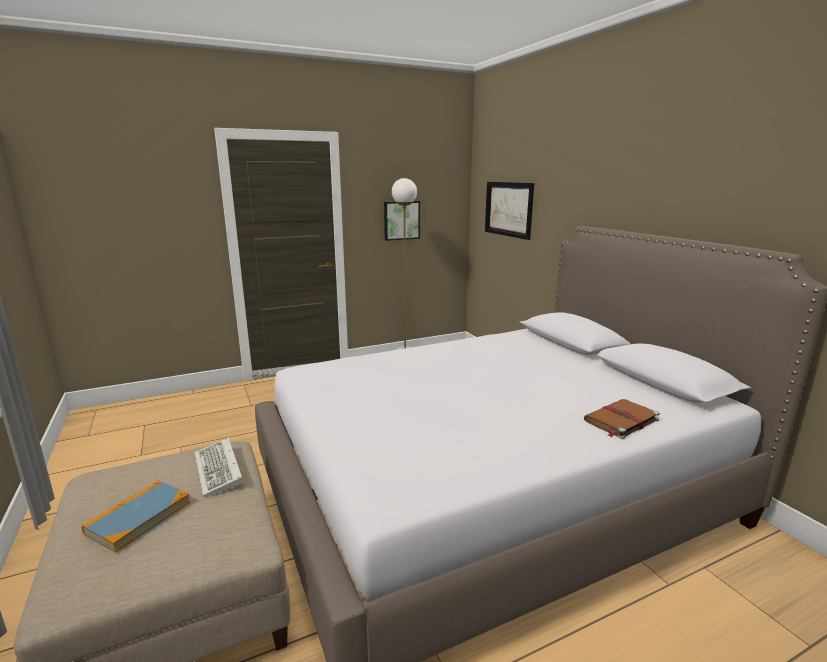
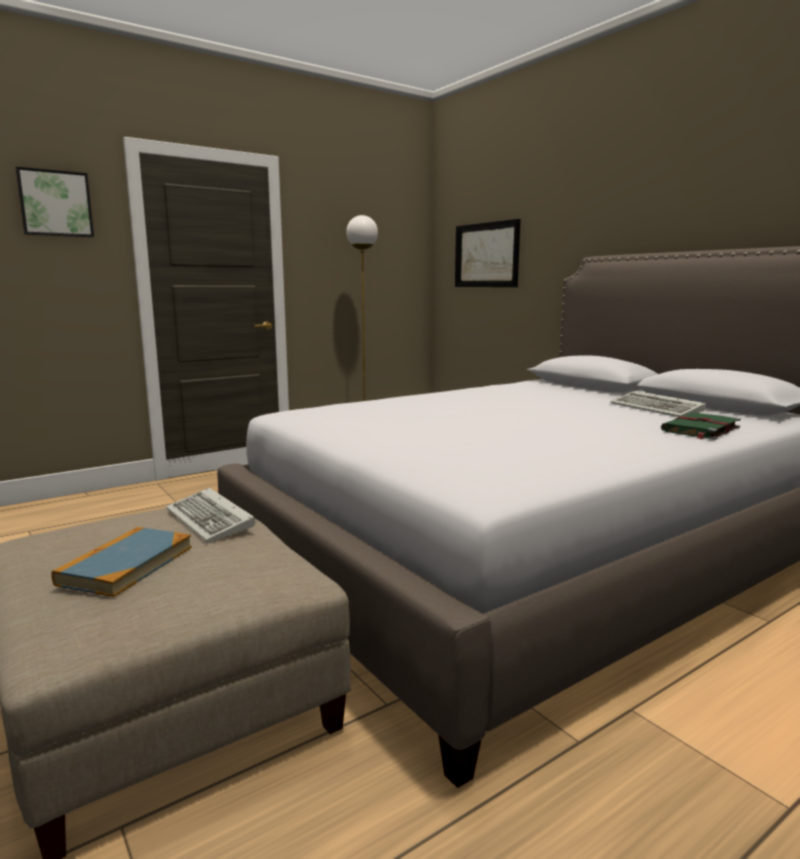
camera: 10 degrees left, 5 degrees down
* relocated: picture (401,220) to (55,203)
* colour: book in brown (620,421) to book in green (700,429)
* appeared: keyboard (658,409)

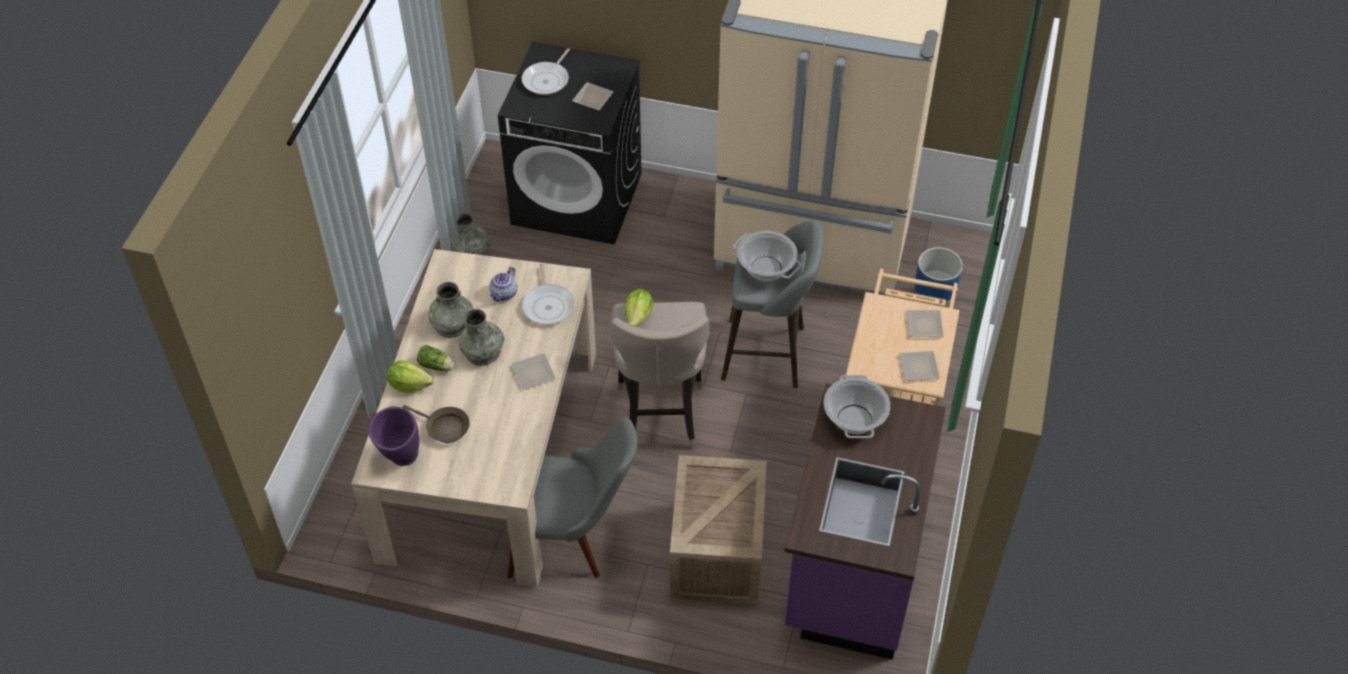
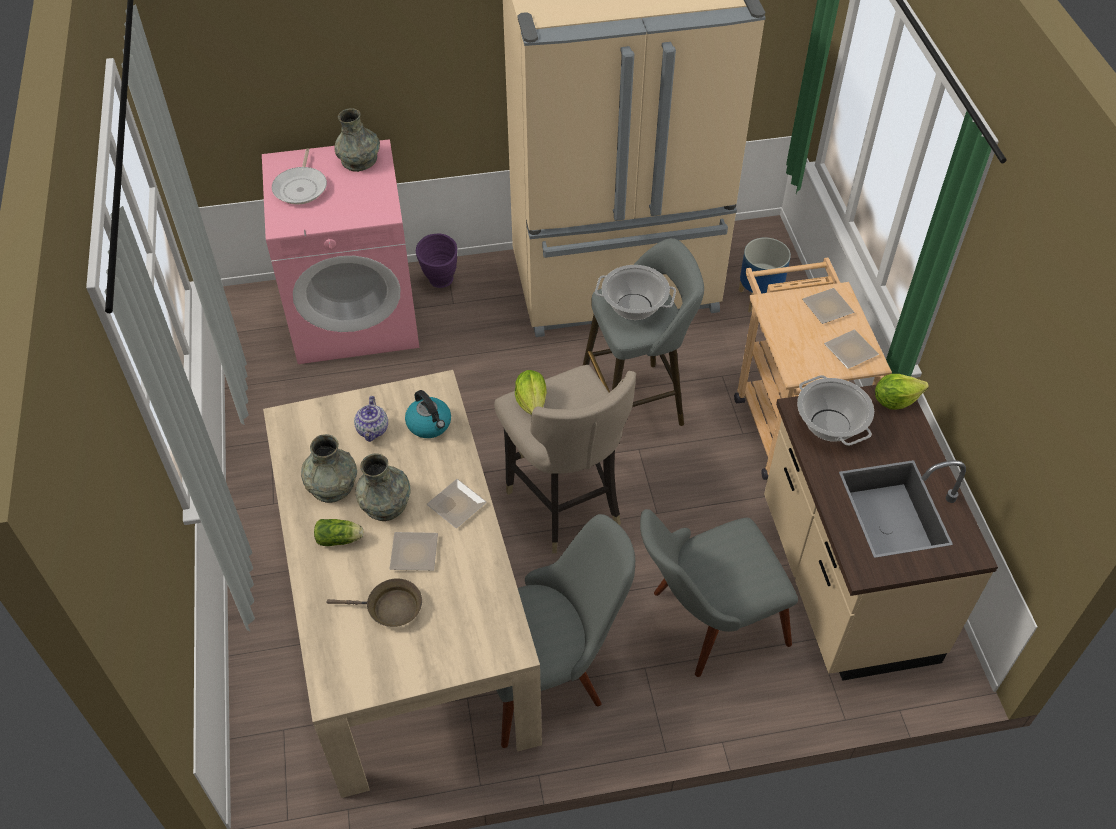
camera: 25 degrees left, 0 degrees up
* relocated: vase in purple (400,460) to (440,283)
* relocated: lettuce (409,385) to (895,400)
* relocated: vase in grey (471,251) to (359,160)
* colour: washing machine in black (578,198) to washing machine in pink (355,314)
* exchanged: frying pan (548,305) to kettle (429,424)
* relocated: plate (594,98) to (416,552)
* exchanged: crate (716,550) to chair in grey (704,623)
* colour: counter in purple (852,565) to counter in beige (844,581)

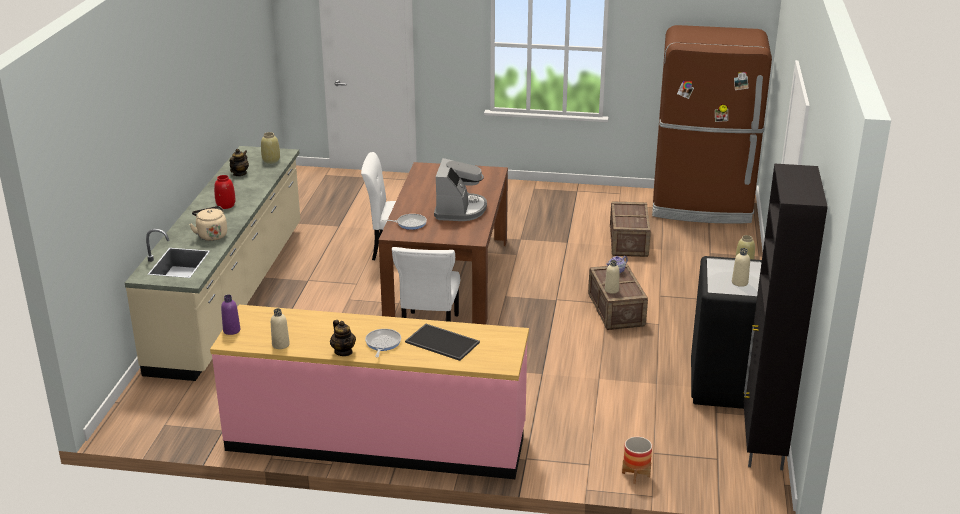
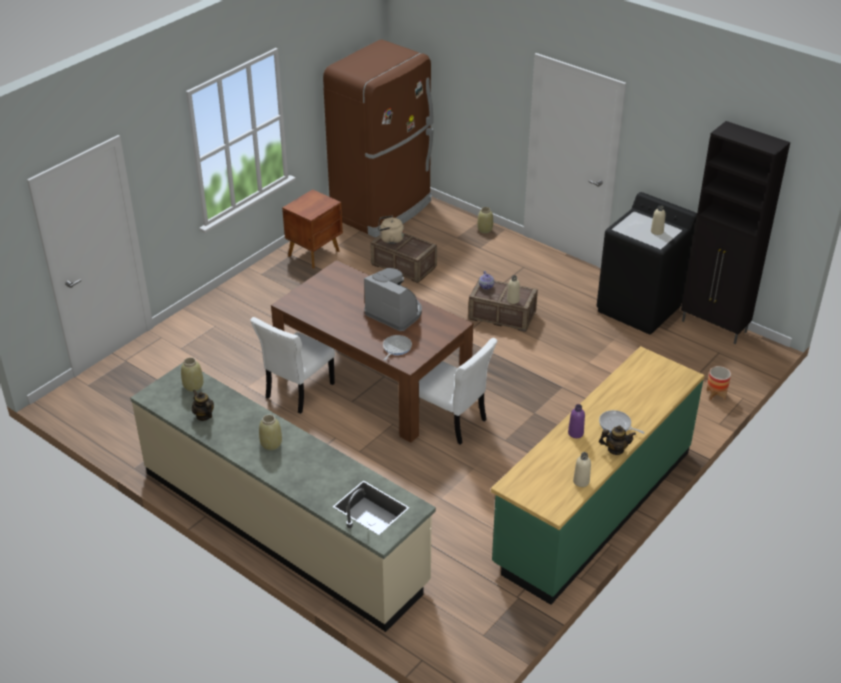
camera: 60 degrees left, 10 degrees up
* relocated: kettle in beige (211,235) to (390,239)
* colour: counter in pink (377,439) to counter in green (593,507)
* colour: vase in red (225,205) to vase in beige (271,444)
* relocated: bottle in purple (231,330) to (575,433)
* missing: tray (443,342)
* appeared: nightstand in brown (315,253)

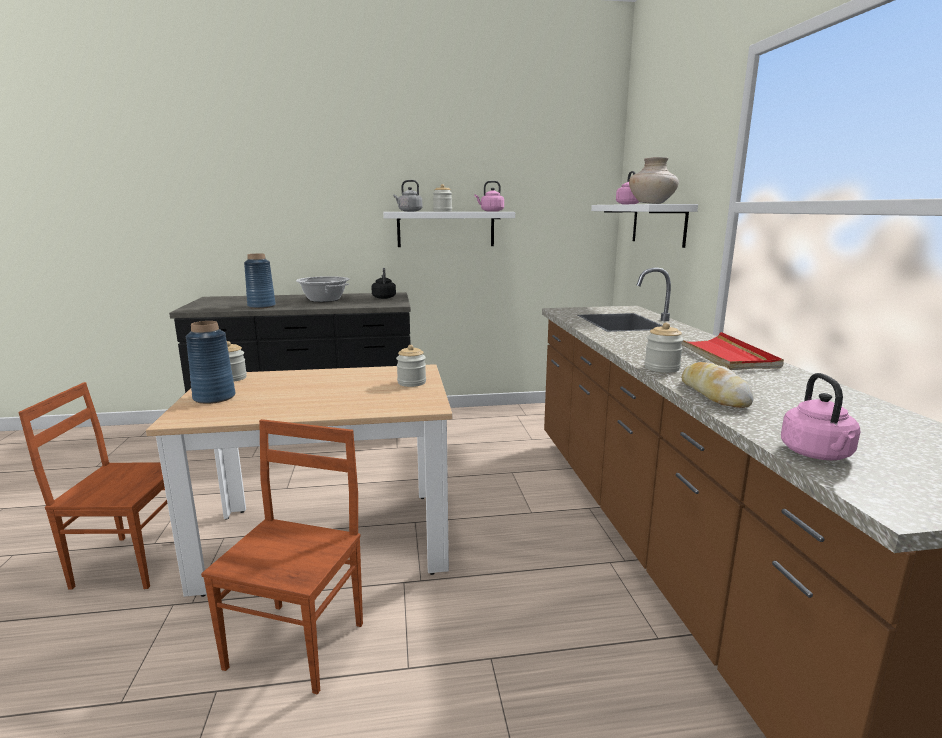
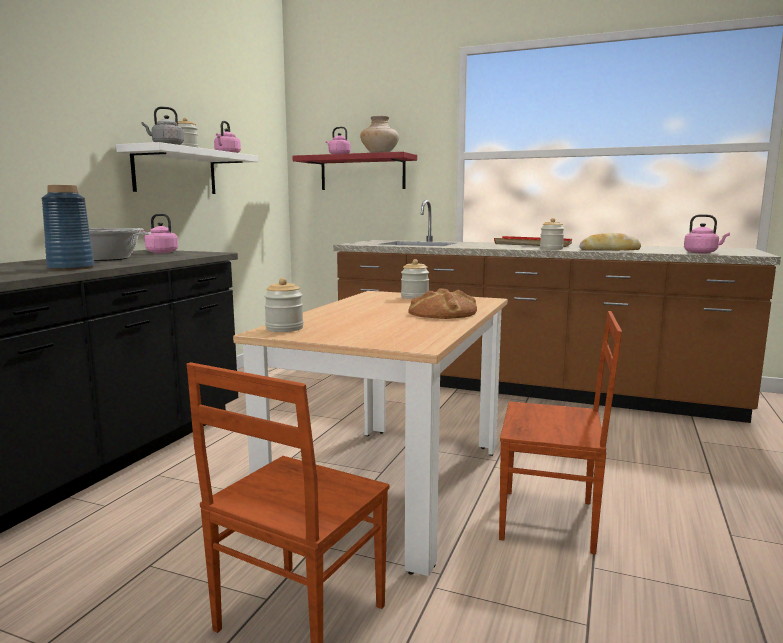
camera: 60 degrees left, 5 degrees down
* missing: vase in blue (214,397)
* spun: chair in brown (299,644) = (549,521) 150 degrees clockwise
* colour: kettle in black (384,297) to kettle in pink (160,252)
* colour: shelf in white (658,224) to shelf in red (362,173)
* appeared: bread (442,313)

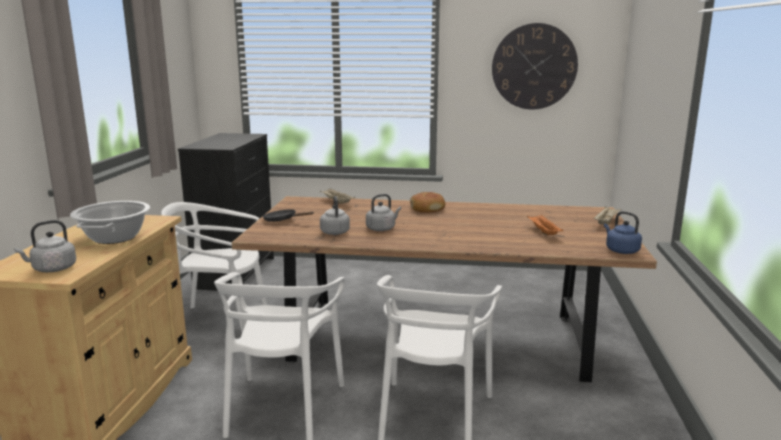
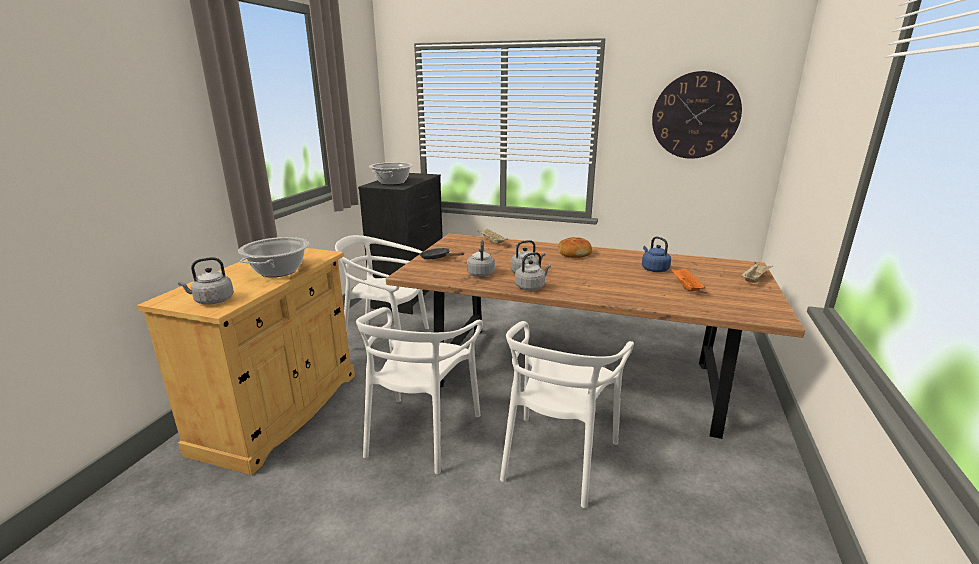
camera: 10 degrees right, 5 degrees up
* relocated: kettle in blue (620,250) to (653,269)
* appeared: cooking pot (392,182)
* appeared: kettle in grey (531,287)

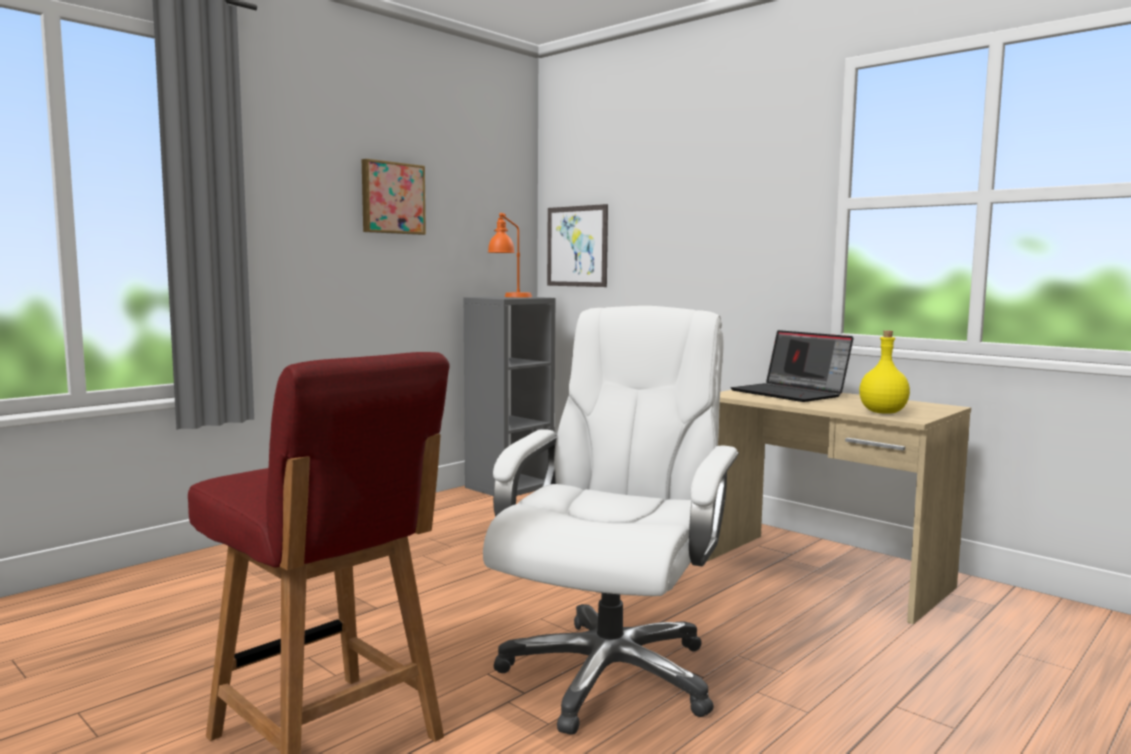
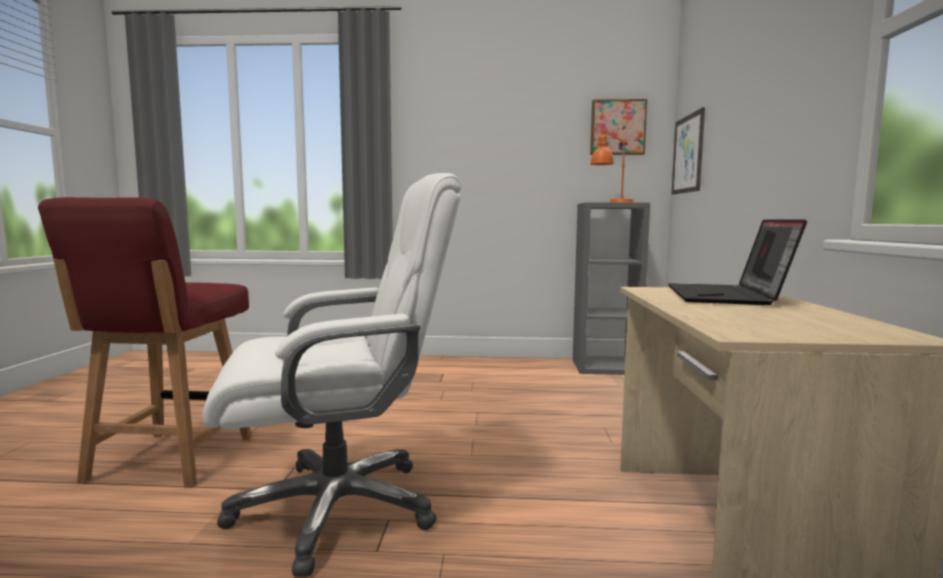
camera: 50 degrees right, 0 degrees up
* relocated: picture (392,198) to (617,127)
* missing: bottle in yellow (882,412)

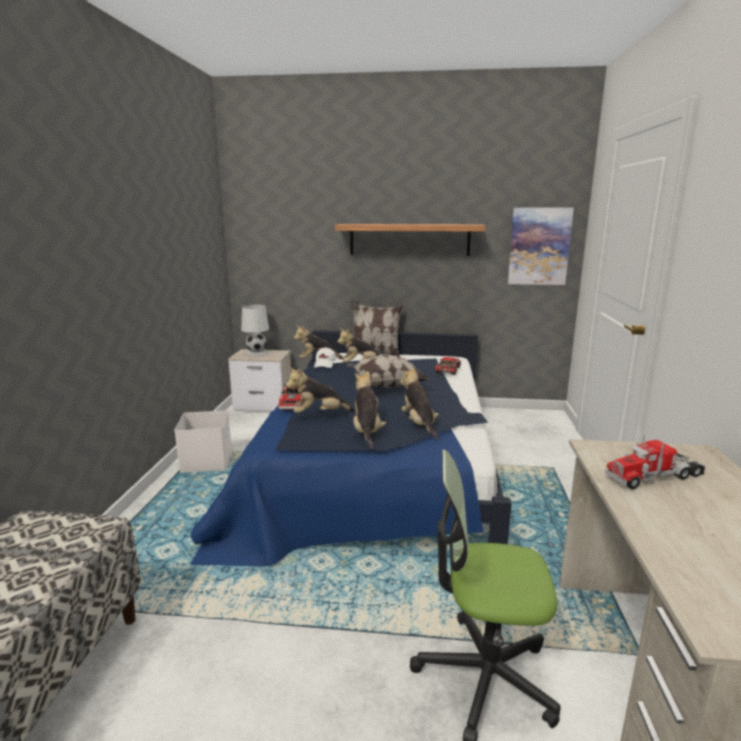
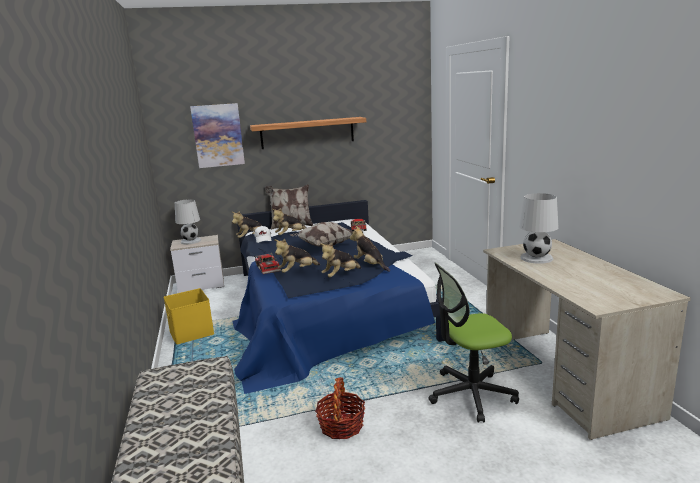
camera: 20 degrees left, 0 degrees up
* colour: storage box in white (206,461) to storage box in yellow (190,332)
* spun: plush toy (367,432) = (341,276) 105 degrees counterclockwise
* relocated: picture (539,246) to (218,135)
* exchanged: toy truck (654,476) to table lamp in white (537,258)
* appeared: basket (341,426)

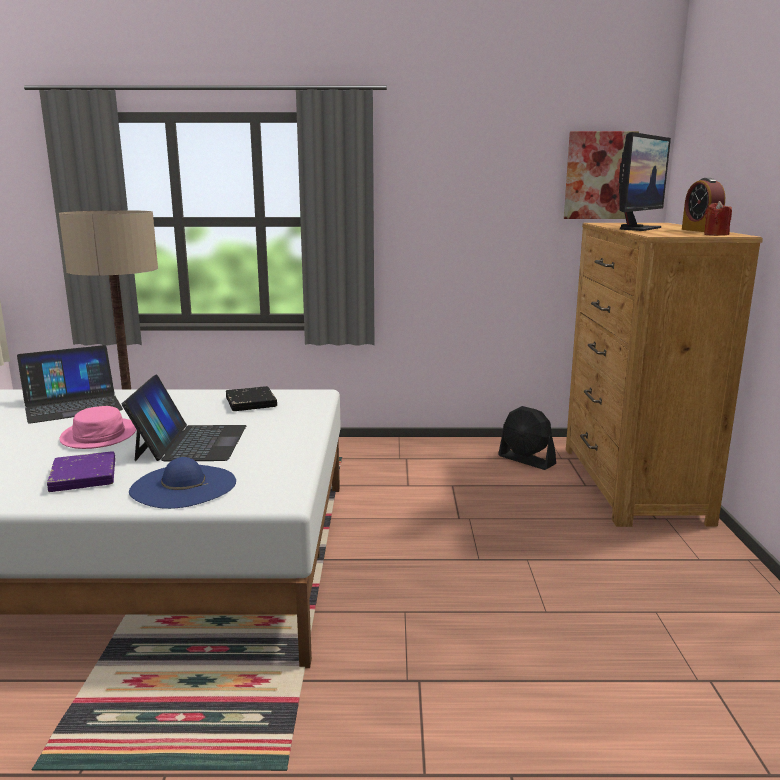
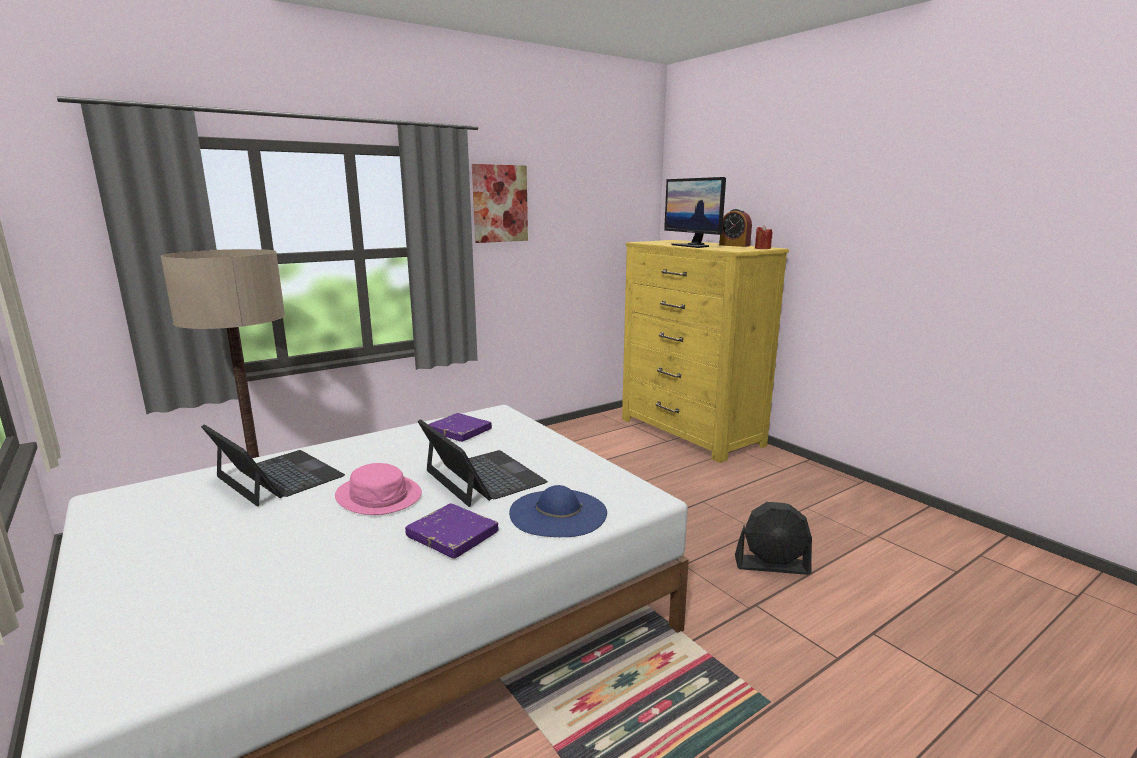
camera: 35 degrees left, 0 degrees up
* spun: laptop (72,405) = (278,477) 75 degrees counterclockwise
* colour: book in black (251,403) to book in purple (459,431)
* relocated: fan in black (526,460) to (772,565)
* relocated: picture (599,175) to (500,203)
* colour: dresser in brown (631,483) to dresser in yellow (690,432)
* spun: monitor (637,228) = (692,246) 150 degrees clockwise

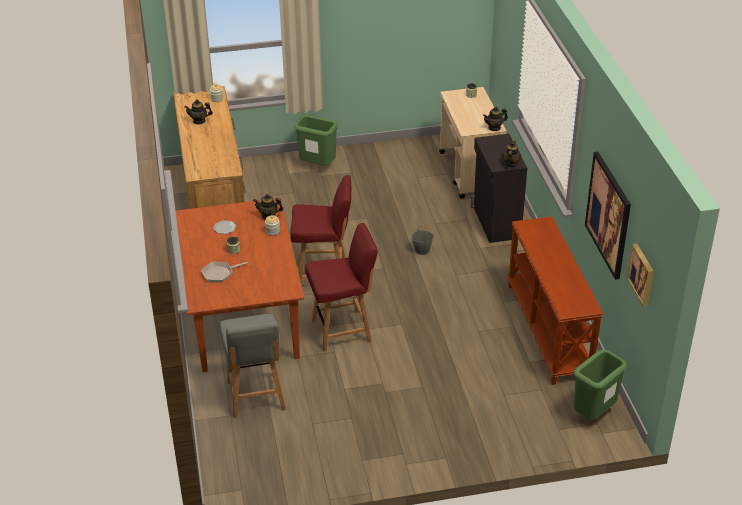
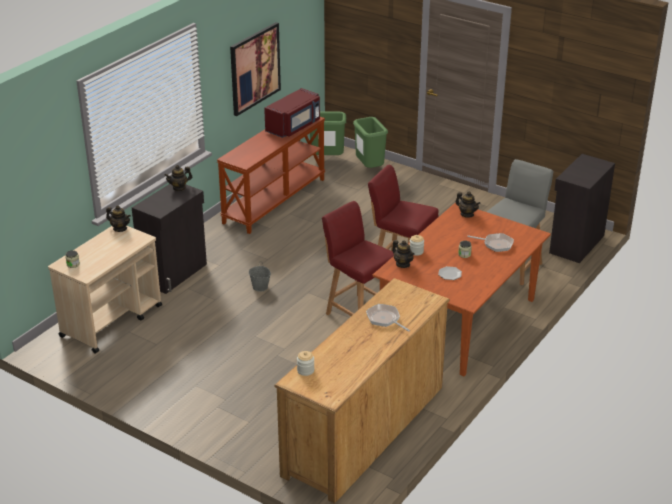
camera: 135 degrees left, 5 degrees down
* relocated: teapot (199,121) to (467,214)
* relocated: trash can in green (318,166) to (369,168)
* missing: picture (642,274)
* appeared: microwave in red (294,126)
* appeared: frying pan (384,319)
* appeared: cabinet in black (575,244)

